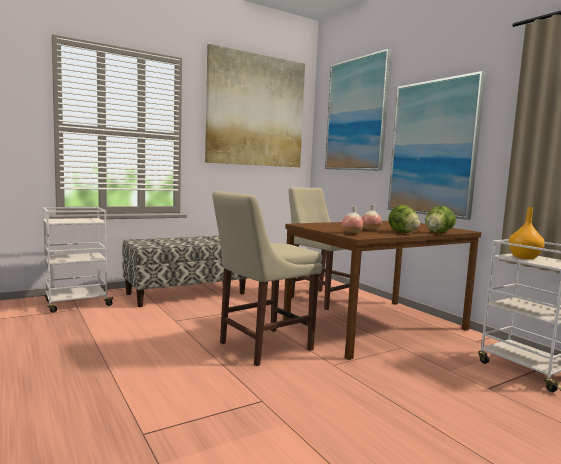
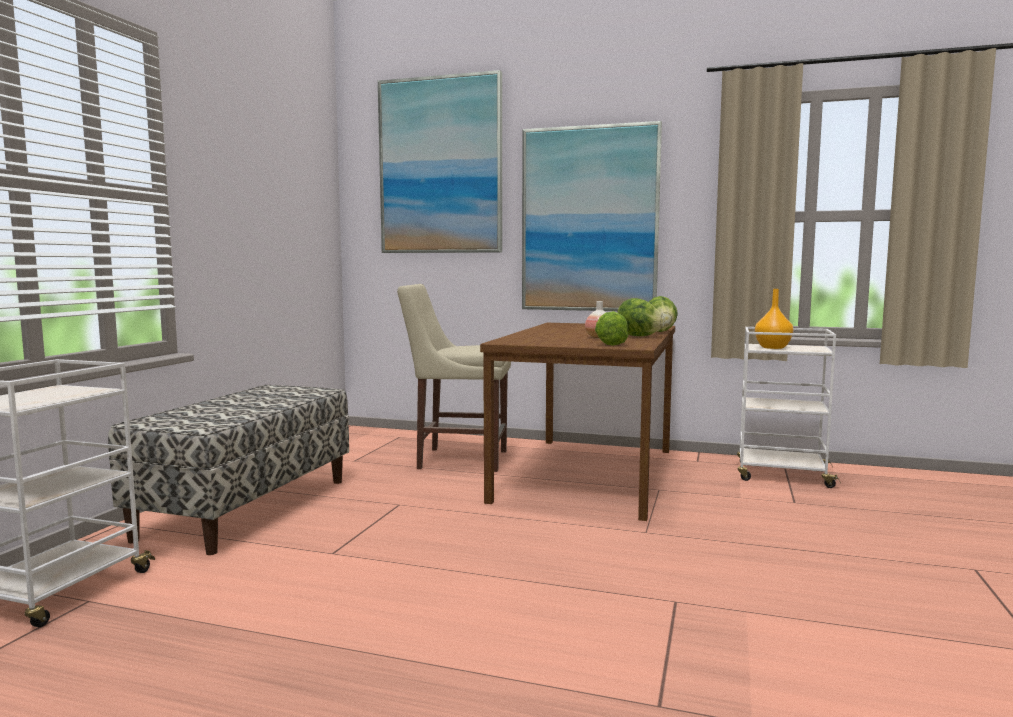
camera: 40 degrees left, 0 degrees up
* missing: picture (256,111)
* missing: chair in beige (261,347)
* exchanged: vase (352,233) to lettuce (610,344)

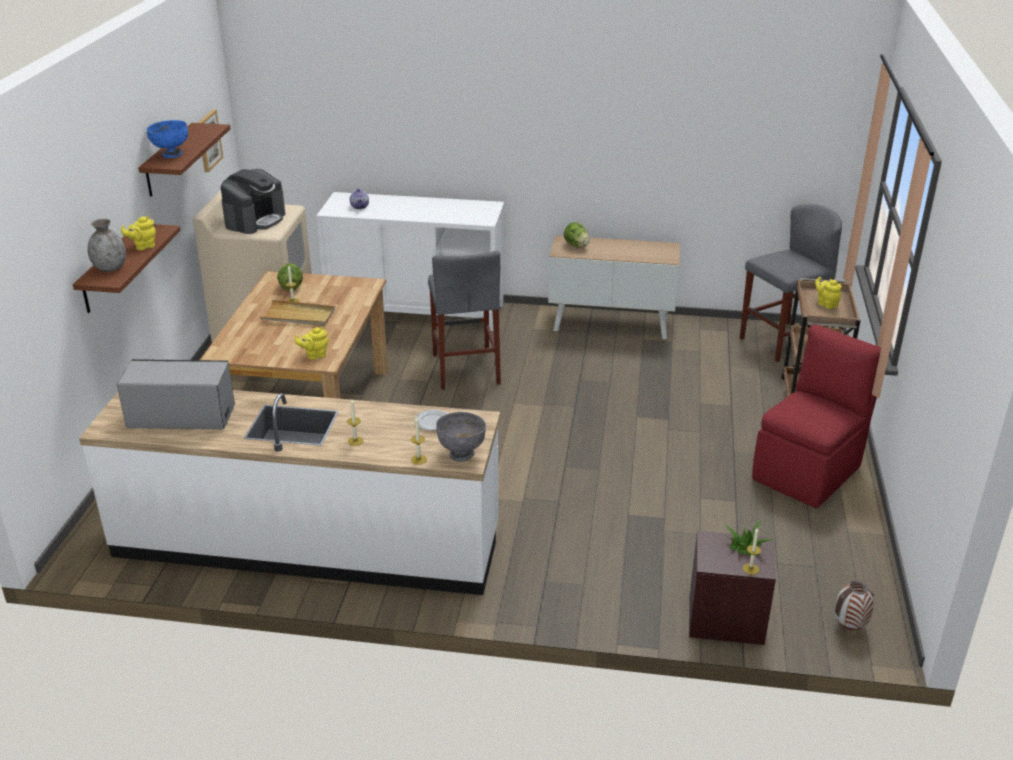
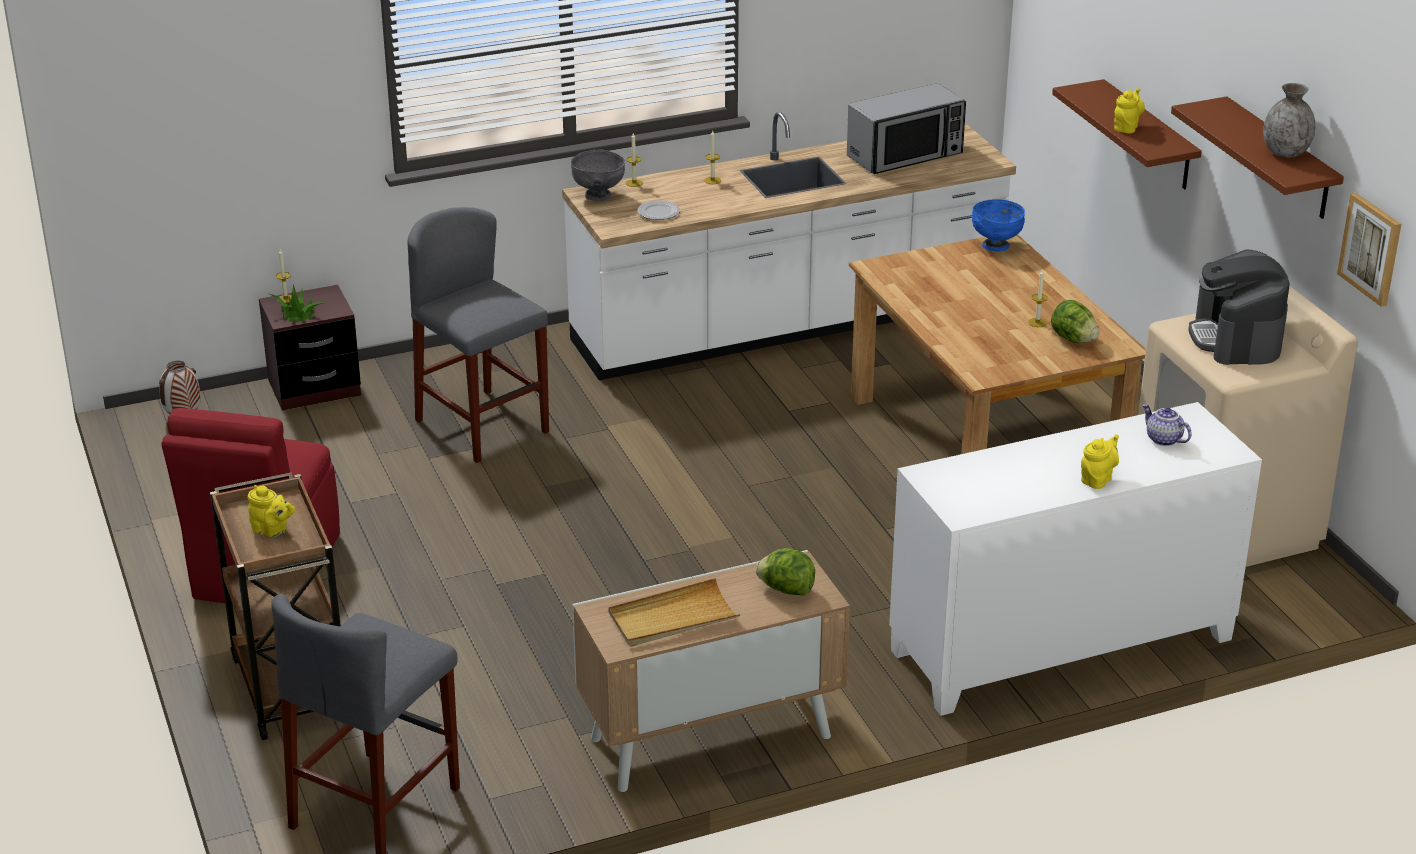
camera: 150 degrees right, 0 degrees up
* relocated: vase in grey (110,268) to (1285,153)
* relocated: bowl in blue (171,154) to (996,246)
* relocated: tray in beige (298,316) to (673,618)
* relocated: teapot in yellow (314,355) to (1097,479)
* relocated: stool in grey (465,369) to (482,426)

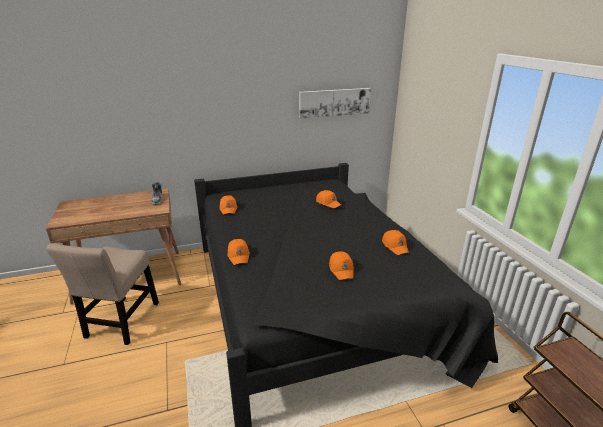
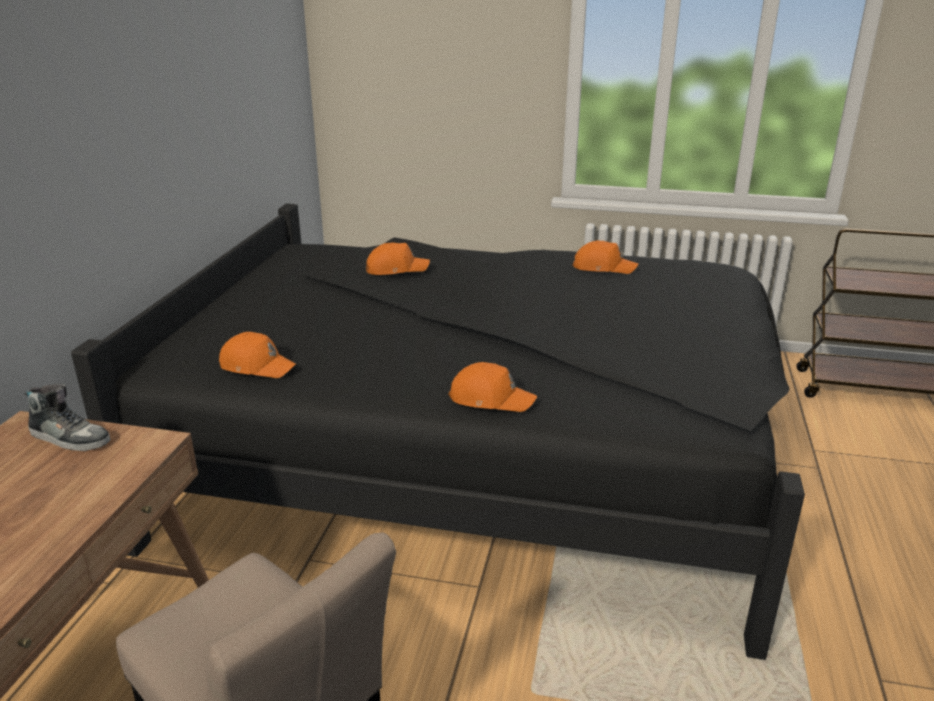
camera: 60 degrees left, 0 degrees up
* missing: picture (334,102)
* missing: cap in orange (341,269)

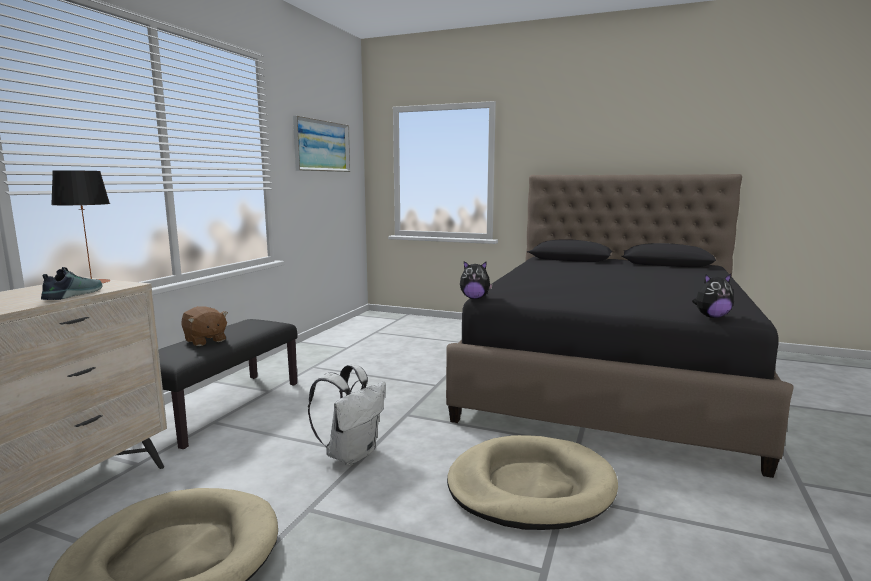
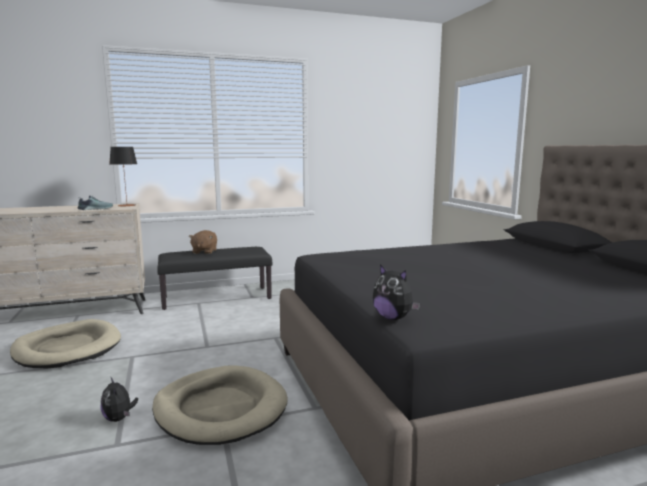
camera: 50 degrees right, 0 degrees up
* missing: picture (322,146)
* missing: backpack in white (351,454)
* relocated: plush toy (474,298) to (119,418)

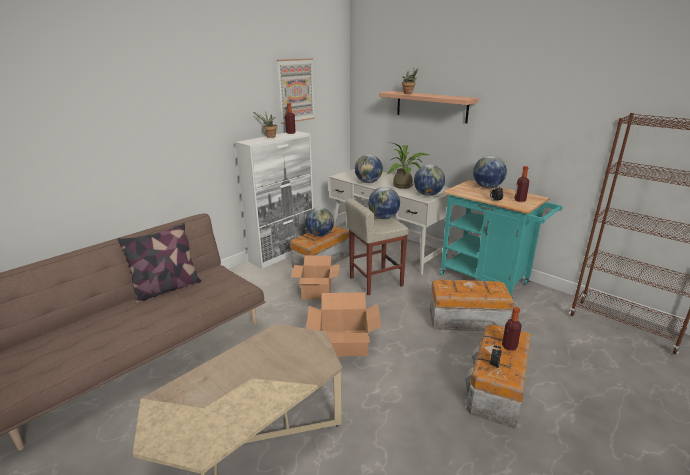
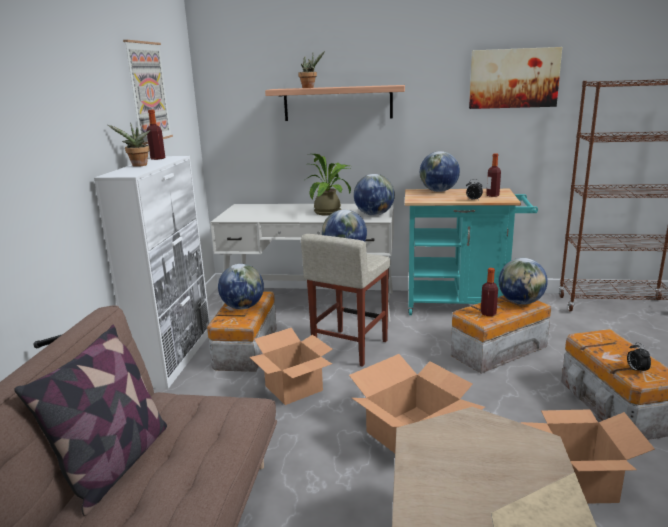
camera: 35 degrees left, 5 degrees down
* relocated: globe (368,182) to (521,302)
* relocated: bottle (509,347) to (488,313)
* appeared: picture (513,78)
* appeared: cardboard box (579,483)

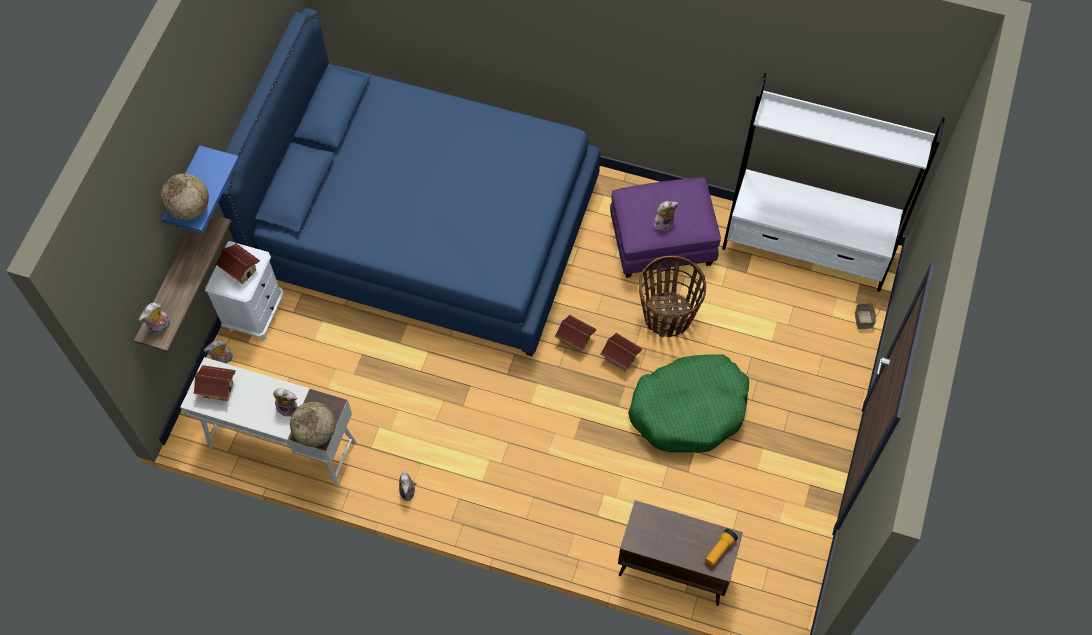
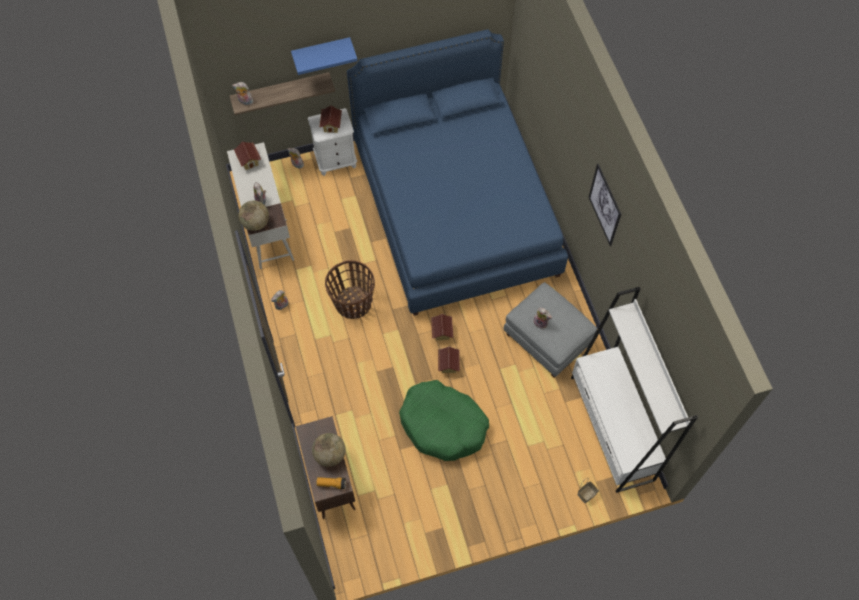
camera: 55 degrees right, 0 degrees up
* relocated: globe (190,209) to (330,455)
* colour: ottoman in purple (661,244) to ottoman in grey (546,340)
* relocated: basket (668,316) to (353,304)
* appeared: picture (604,205)

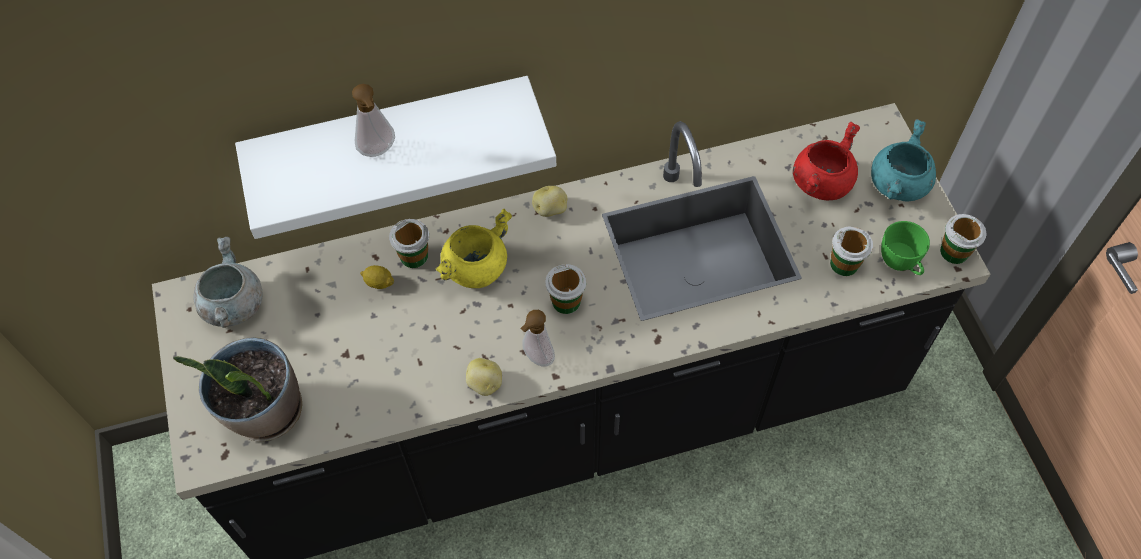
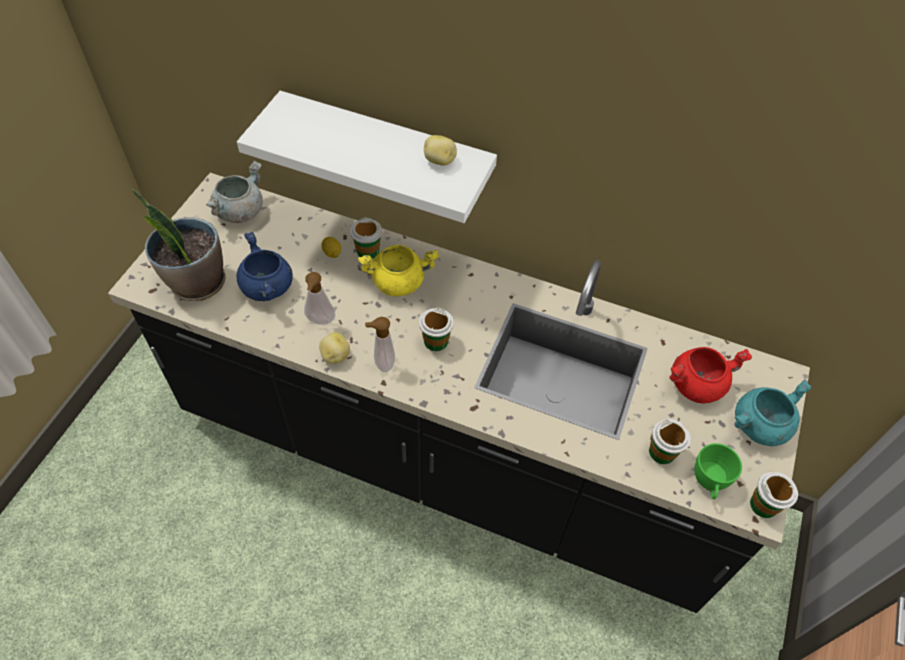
camera: 35 degrees right, 5 degrees down
* relocated: soap dispenser (379,152) to (320,321)
* relocated: potato (551,209) to (440,161)
* appeared: cooking pot in blue (268,288)

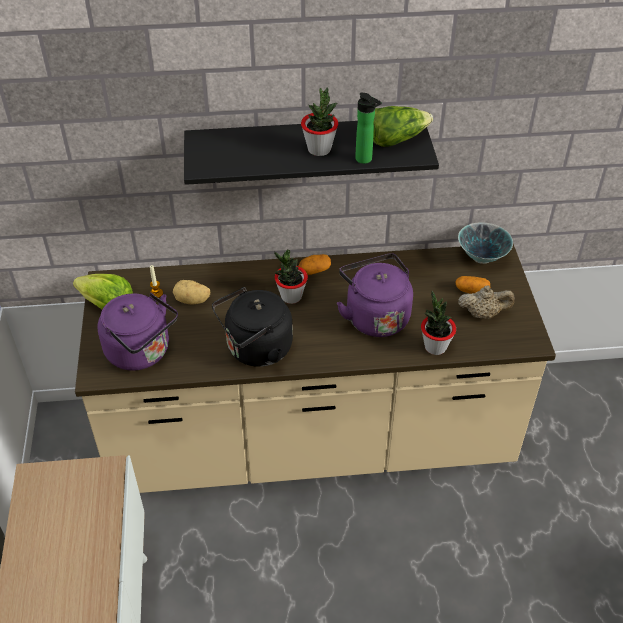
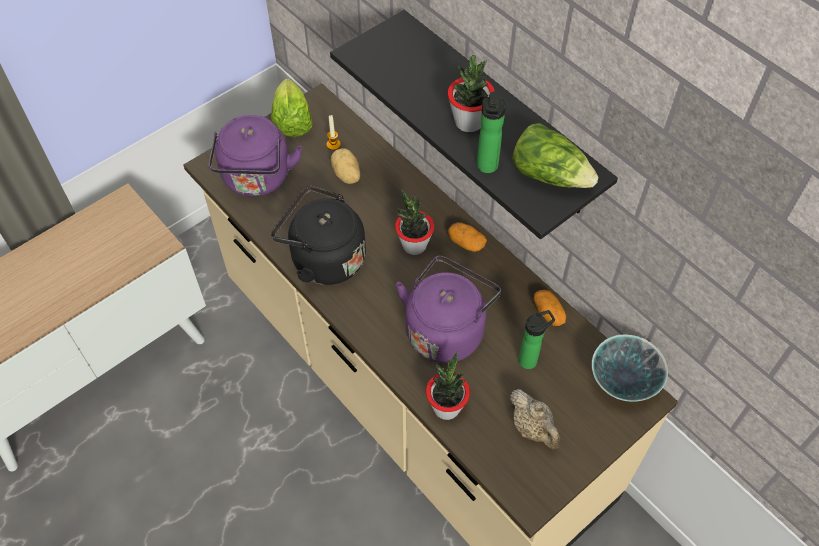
camera: 55 degrees right, 10 degrees up
* relocated: potato (471,290) to (548,313)
* appeared: bottle (530,360)

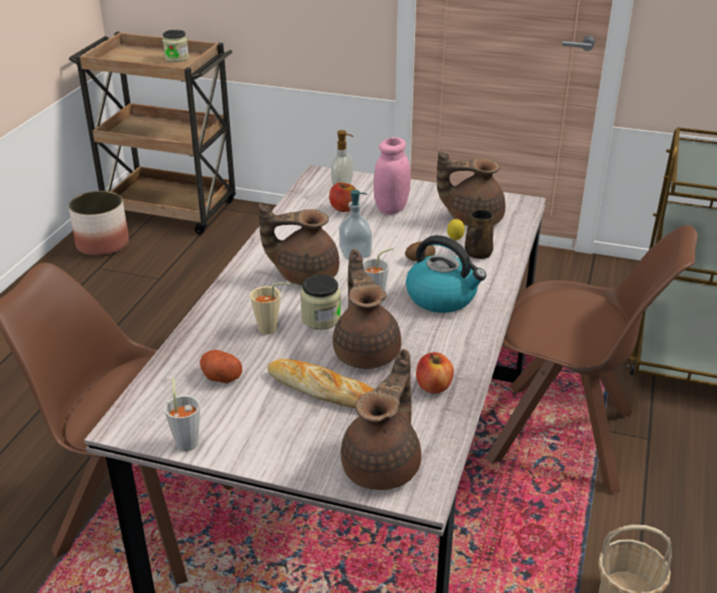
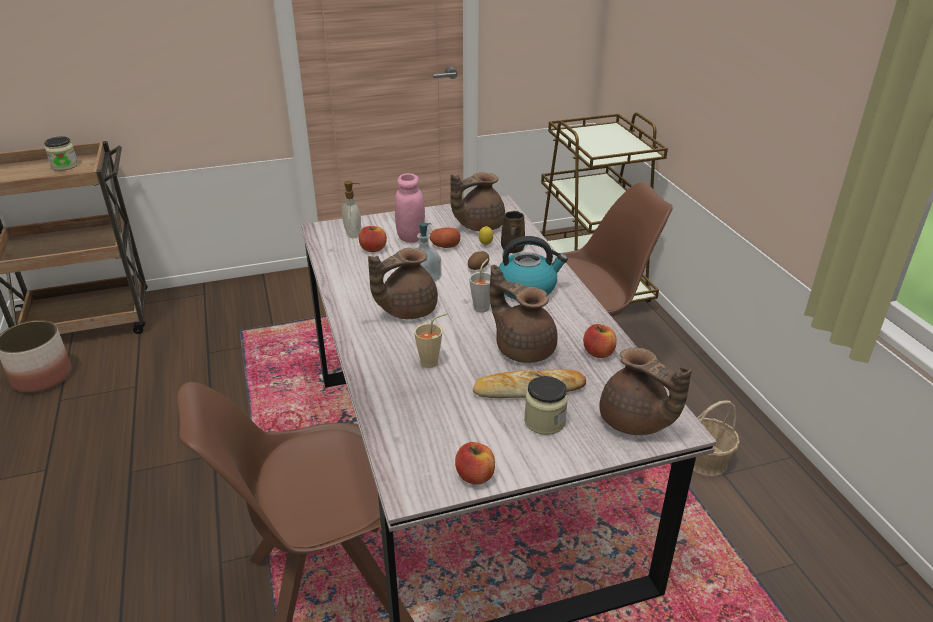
camera: 35 degrees left, 0 degrees up
* exchanged: cup in grey (187,440) to apple (475,476)
* relocated: potato (220,376) to (444,246)
* relocated: jar (321,319) to (544,421)
* spun: teapot in brown (383,465) = (635,422) 150 degrees clockwise

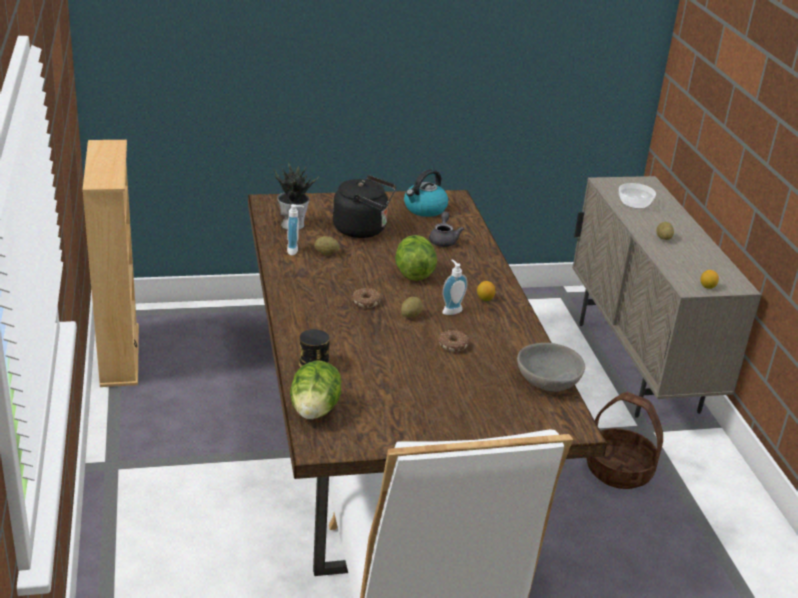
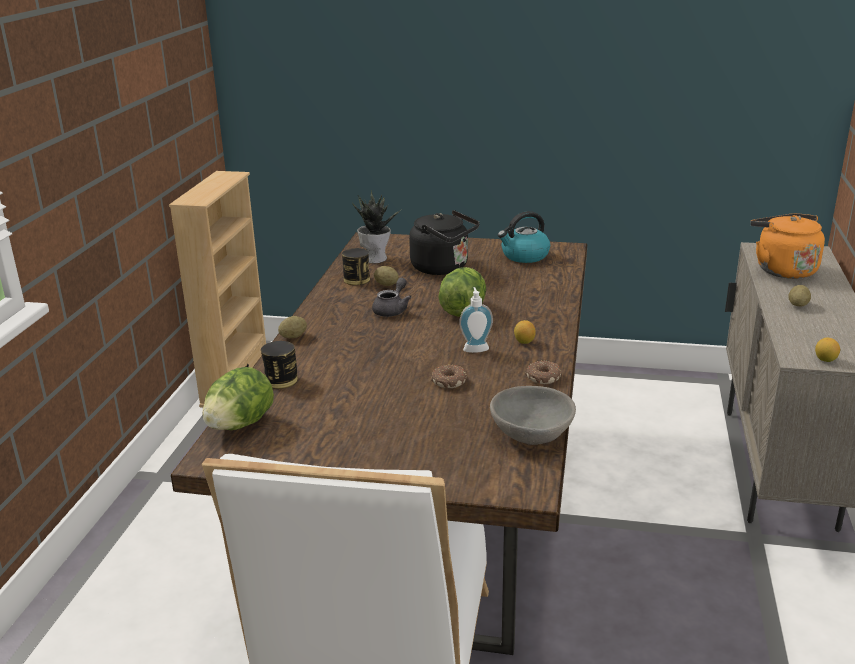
camera: 25 degrees right, 5 degrees down
* exchanged: soap dispenser (295,250) to can (356,280)
* relocated: donut (365,301) to (543,377)
* relocated: potato (410,315) to (293,337)
* relocated: teapot in grey (443,240) to (392,310)
* missing: basket (619,470)
* exchanged: bowl (634,203) to kettle in orange (782,269)

